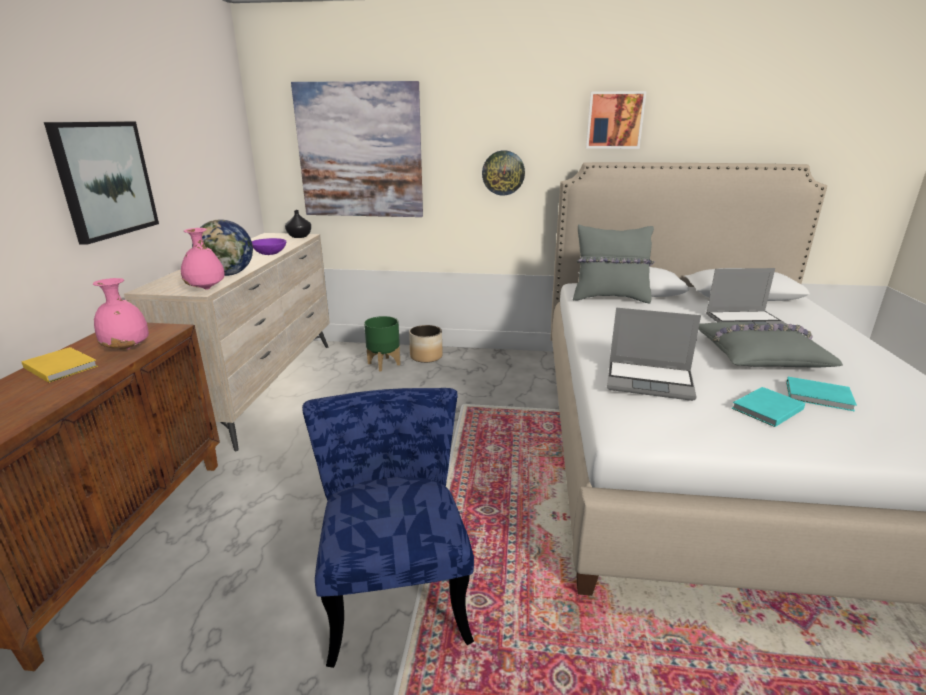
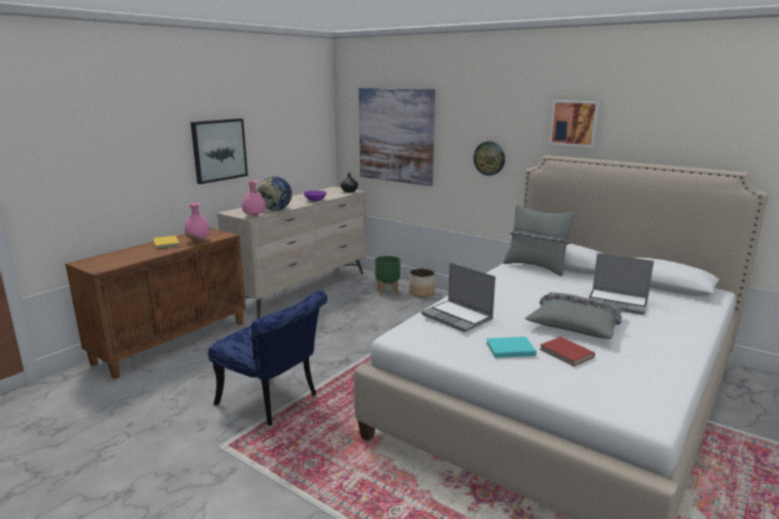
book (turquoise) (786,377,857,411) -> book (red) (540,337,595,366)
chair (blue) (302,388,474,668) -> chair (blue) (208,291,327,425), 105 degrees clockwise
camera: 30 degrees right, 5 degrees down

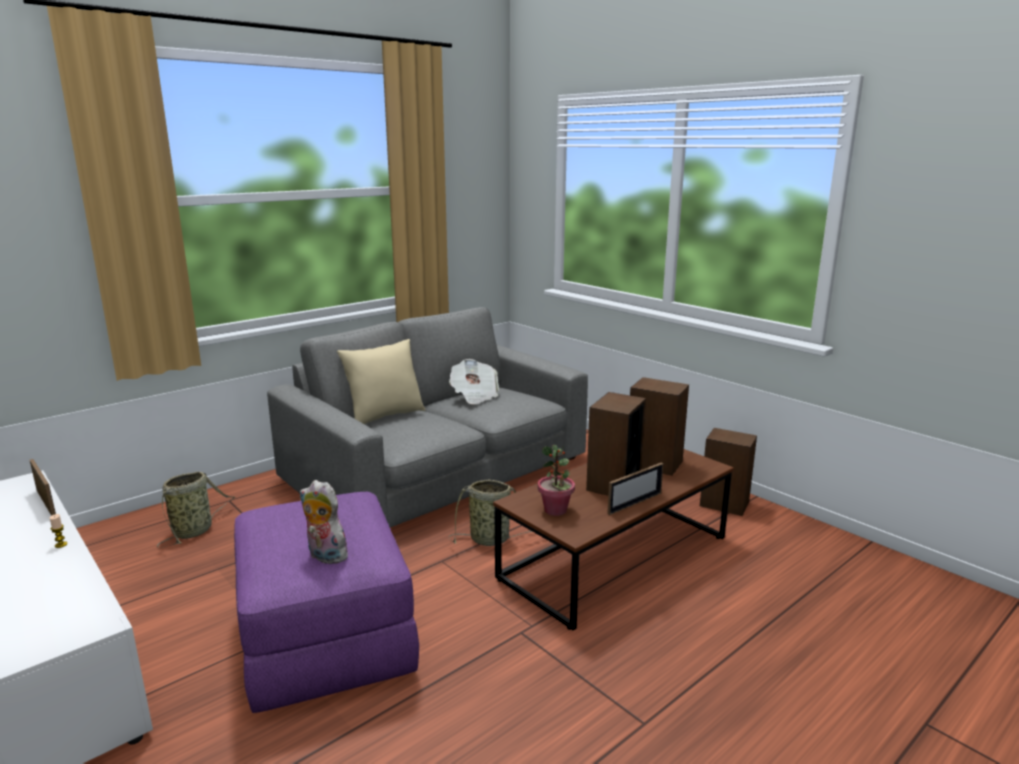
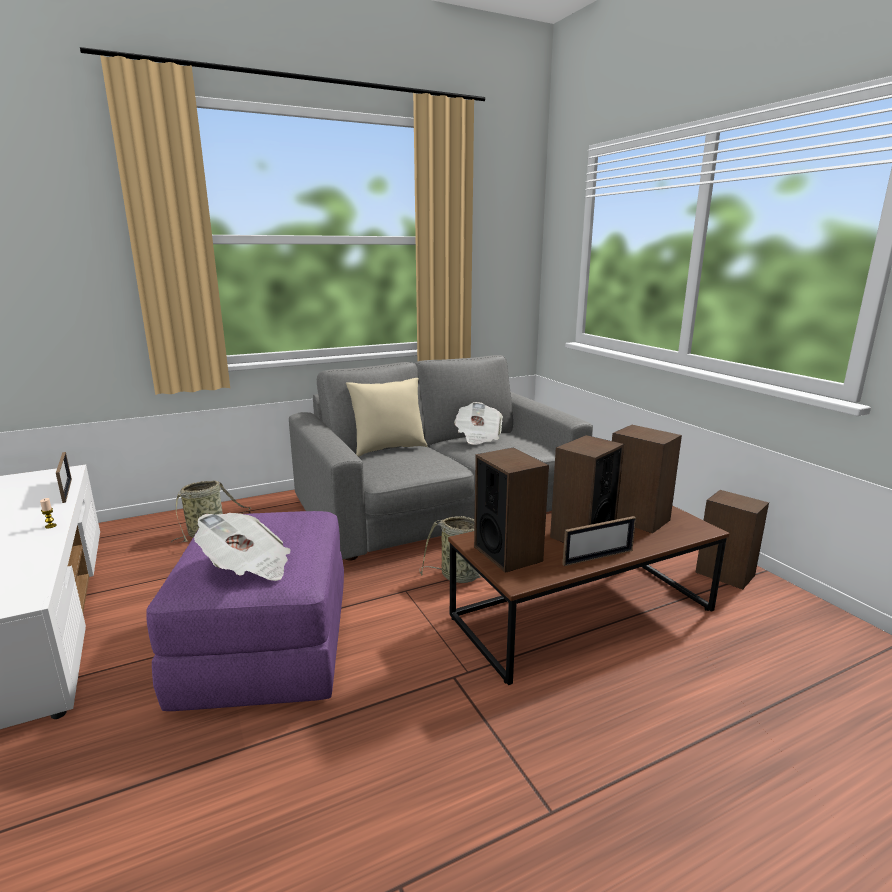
plush toy (300,480,348,564) -> newspaper (194,513,290,581)
potted plant (537,445,575,516) -> speaker (474,447,549,573)
camera: 15 degrees right, 0 degrees up

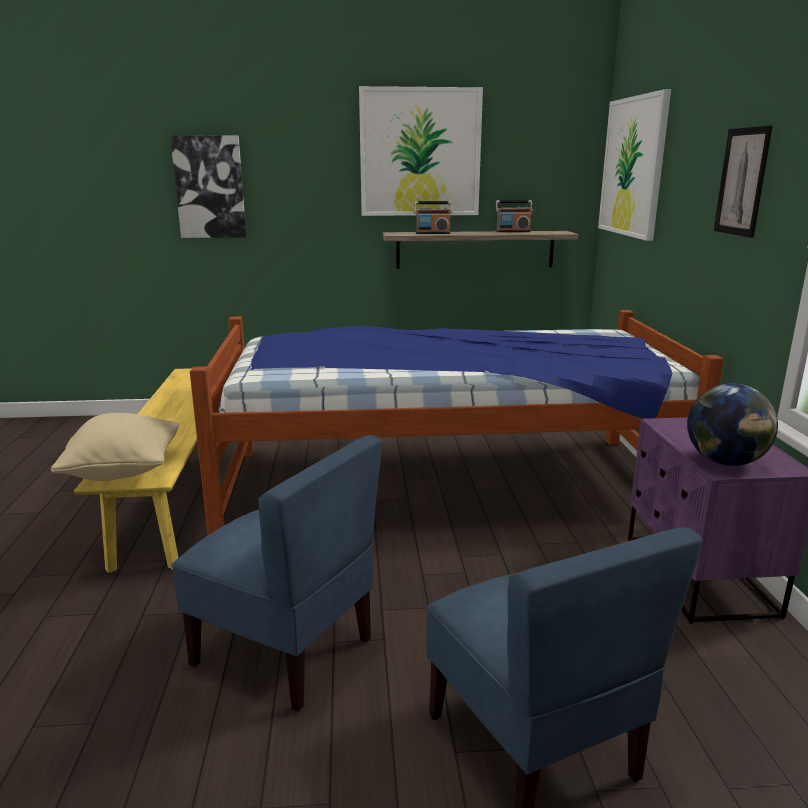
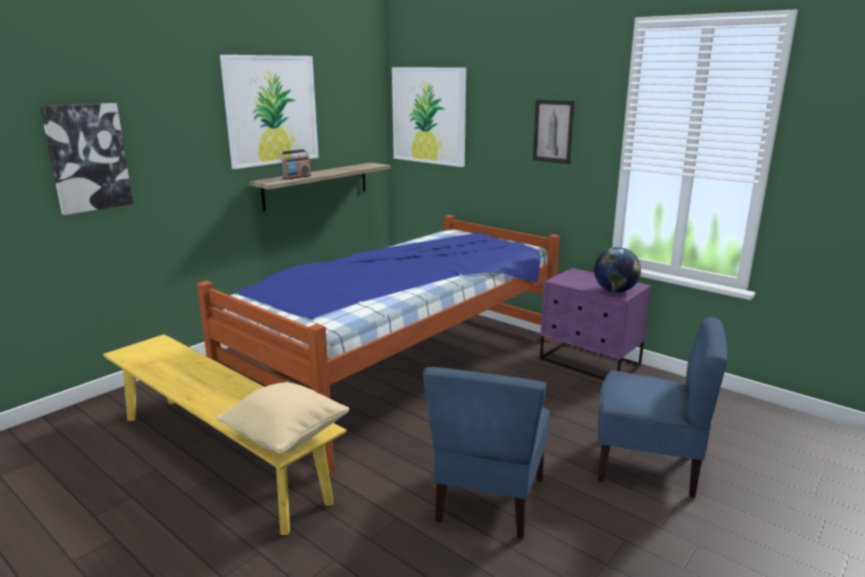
radio (496,200,533,232) -> none
chair (blue) (172,435,382,712) -> chair (blue) (423,367,550,539), 120 degrees clockwise
camera: 45 degrees left, 0 degrees up

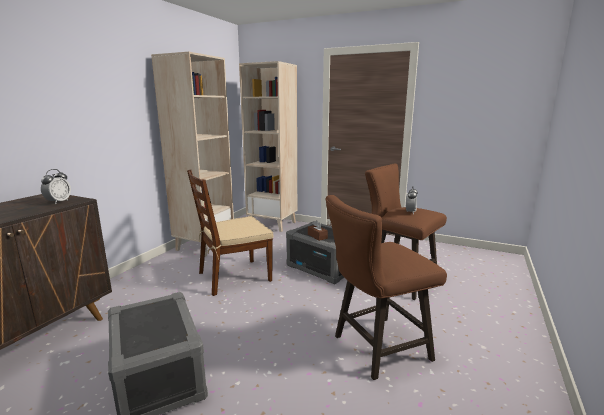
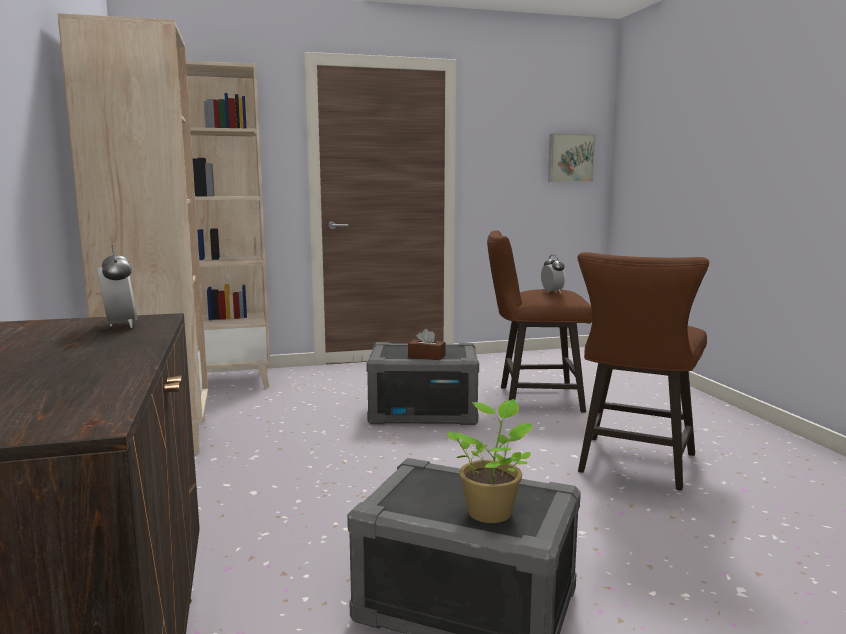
chair (brown) (187,170,274,296) -> none
none -> potted plant (445,399,533,523)
none -> picture (548,133,595,182)
camera: 40 degrees left, 5 degrees down

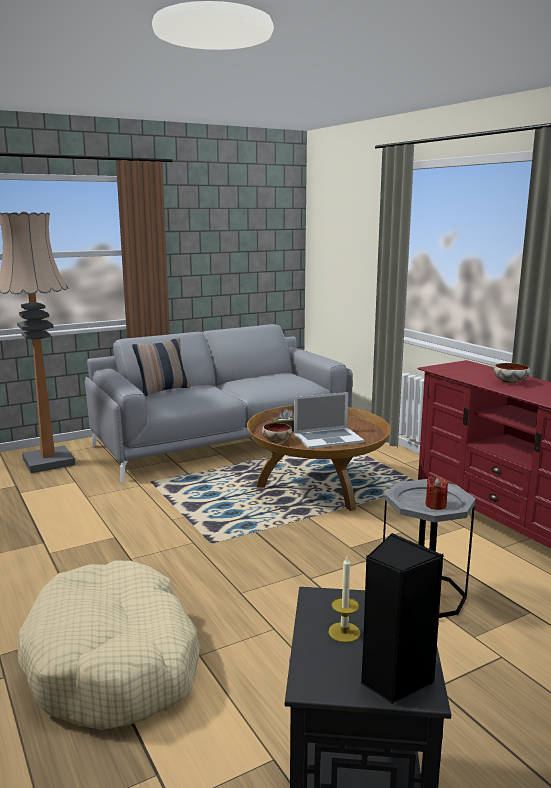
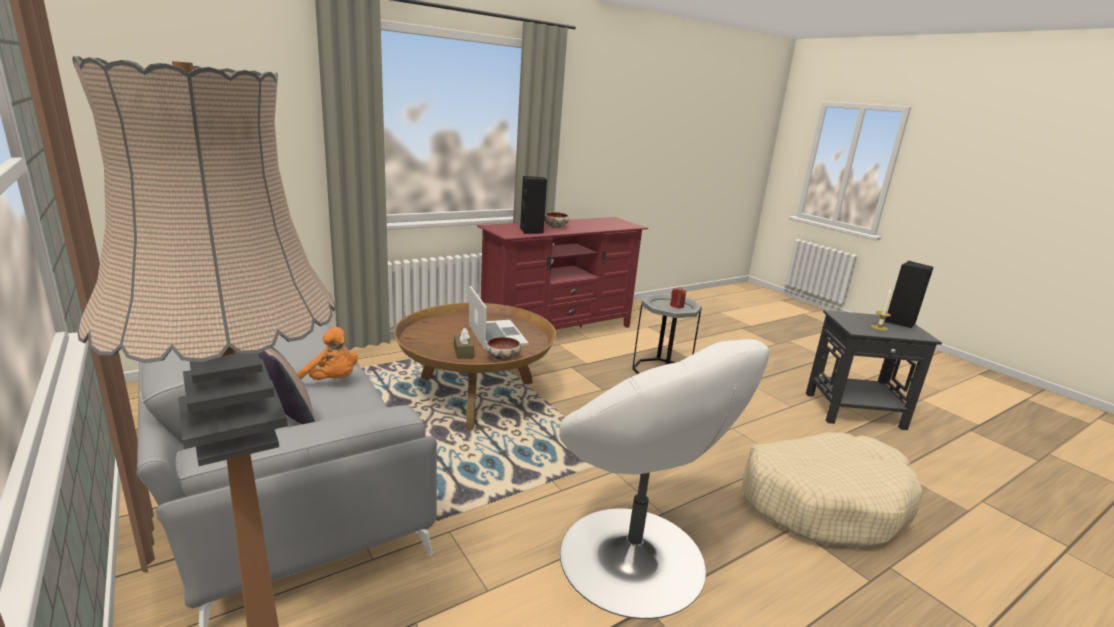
none -> plush toy (orange) (297,327,358,380)
none -> speaker (black) (520,176,547,234)
none -> armchair (white) (559,339,769,619)
camera: 95 degrees left, 5 degrees up

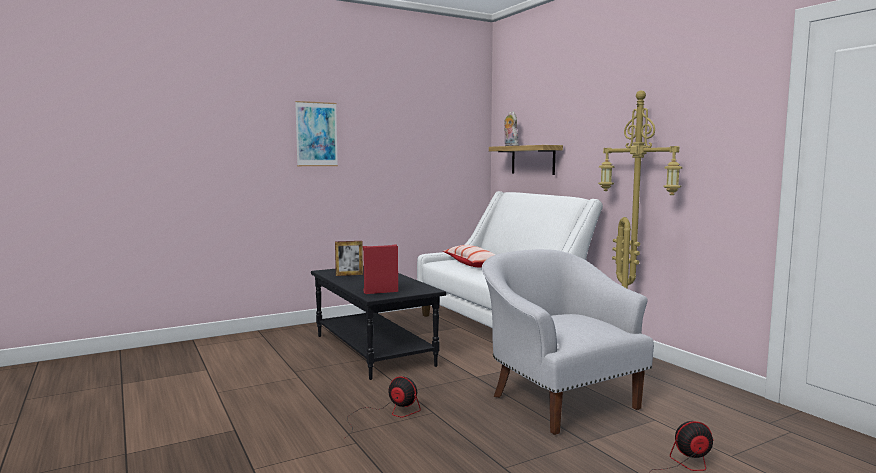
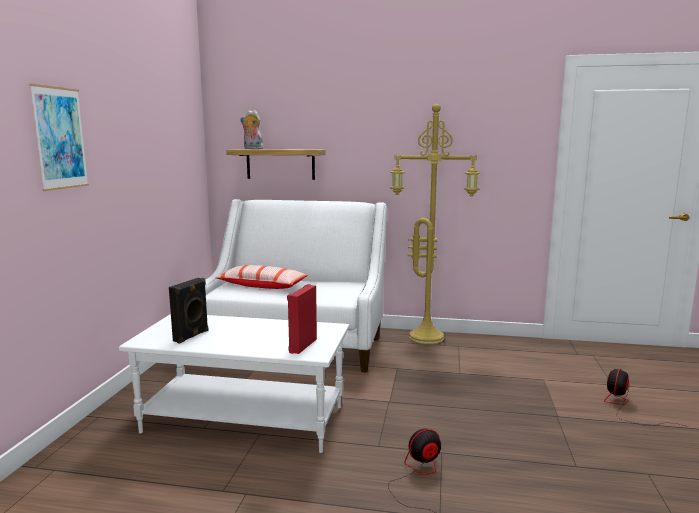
armchair (white) (482,249,654,435) -> none
picture frame (335,241,363,276) -> speaker (black) (169,278,208,344)
coffee table (black) (311,266,446,380) -> coffee table (white) (119,314,349,453)
camera: 50 degrees left, 5 degrees up

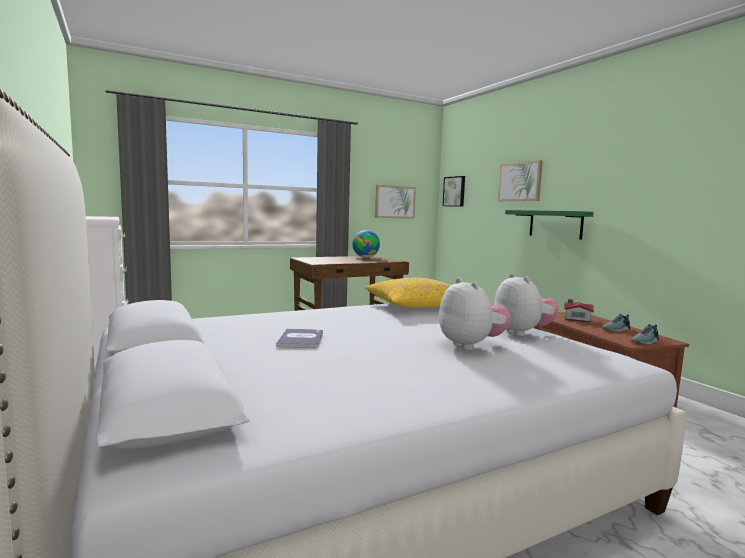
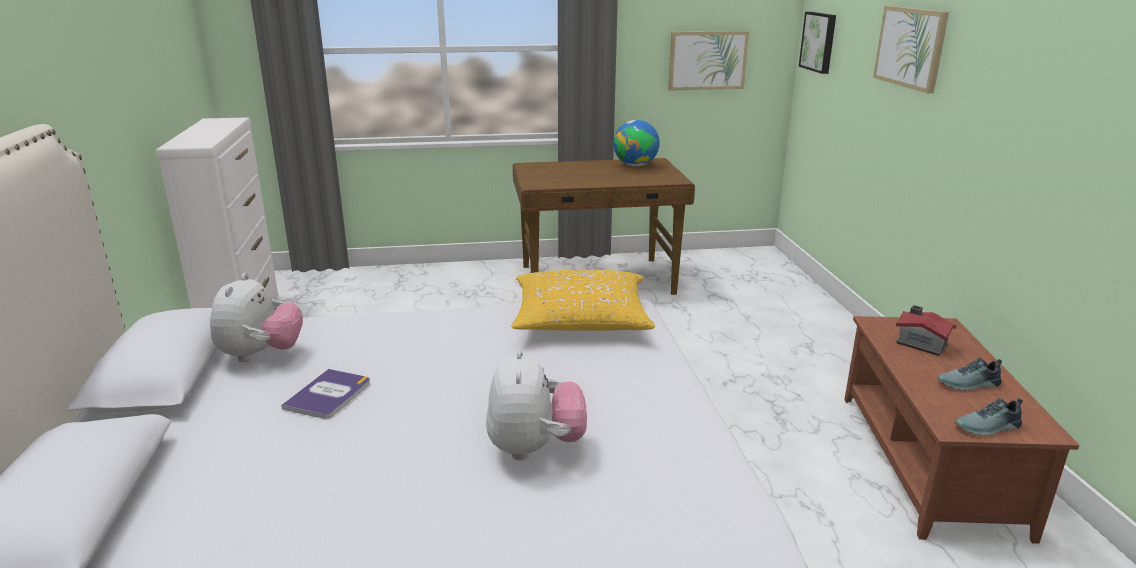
shelf (green) (505,210,594,239) -> none
plush toy (494,273,559,336) -> plush toy (210,273,303,362), relocated
camera: 20 degrees right, 15 degrees up

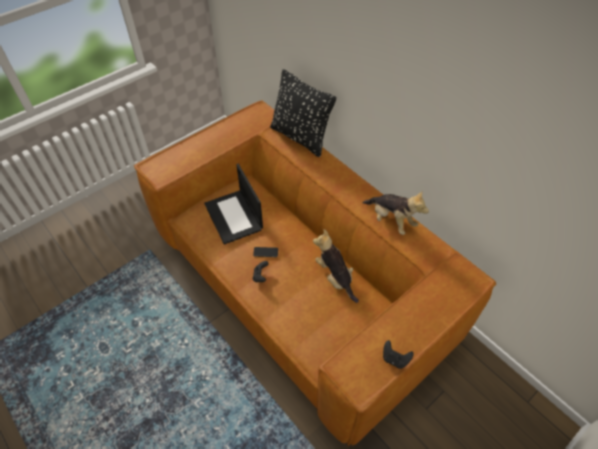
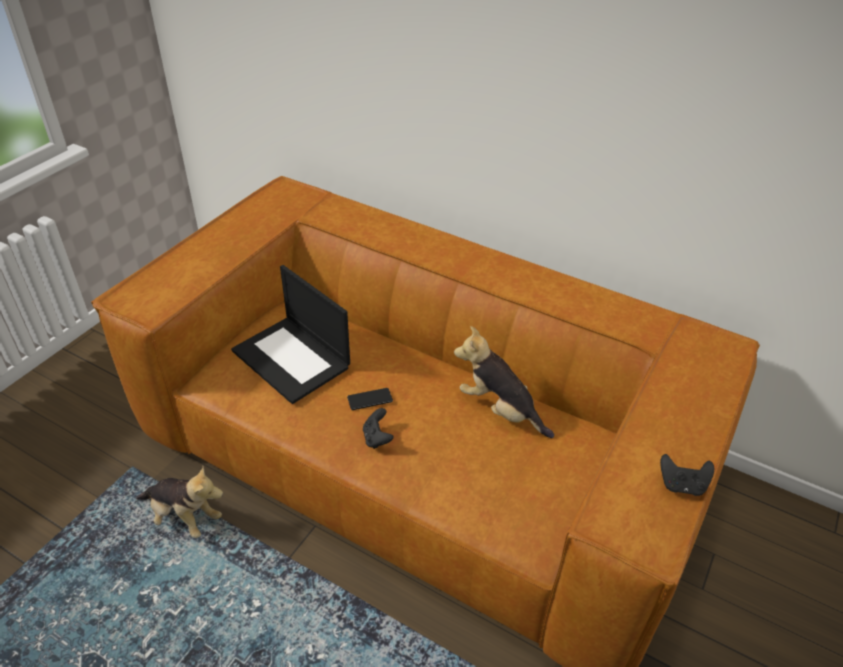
pillow (black) (270,69,336,157) -> none
plush toy (362,191,429,235) -> plush toy (136,466,223,538), relocated
camera: 20 degrees left, 10 degrees down

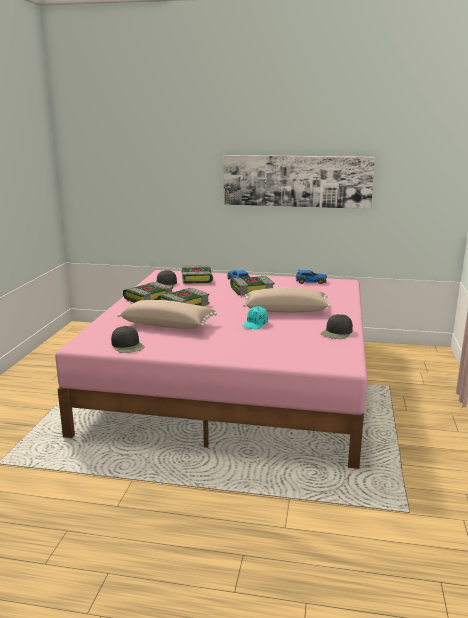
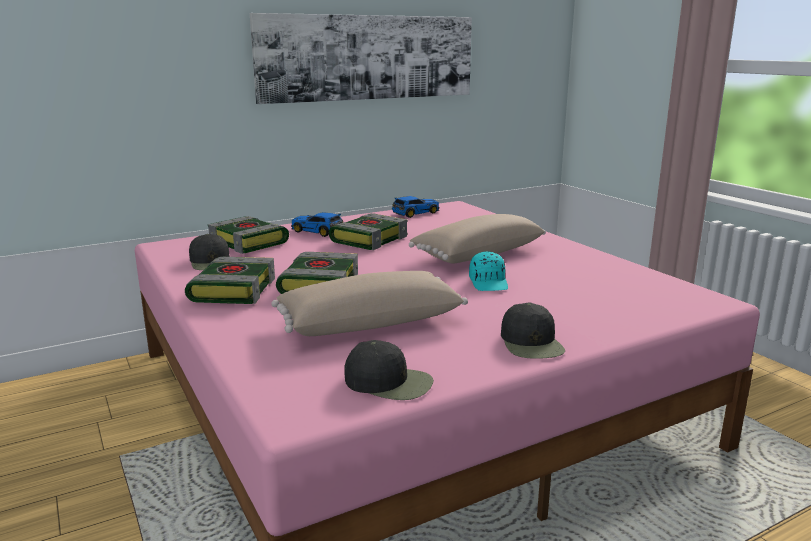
cap (black) (321,314,353,339) -> cap (black) (501,302,565,359), relocated
camera: 40 degrees left, 0 degrees up

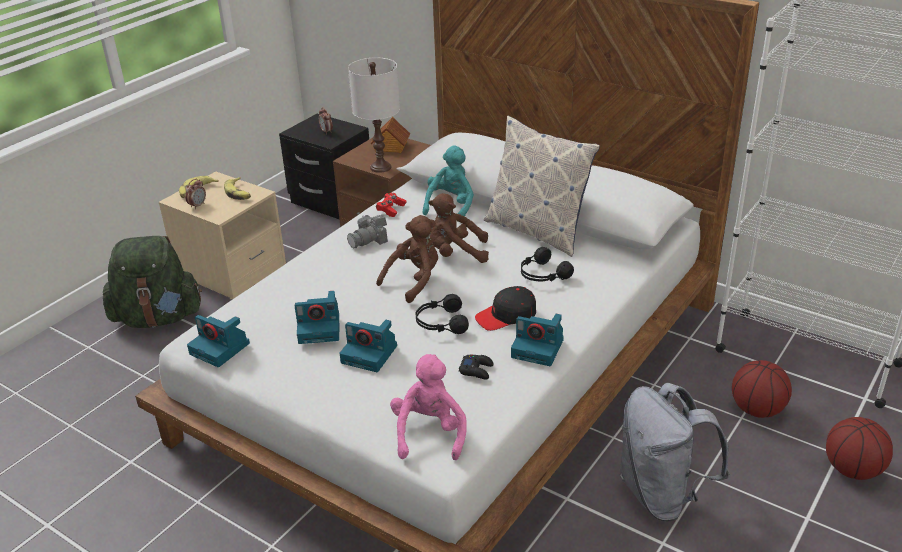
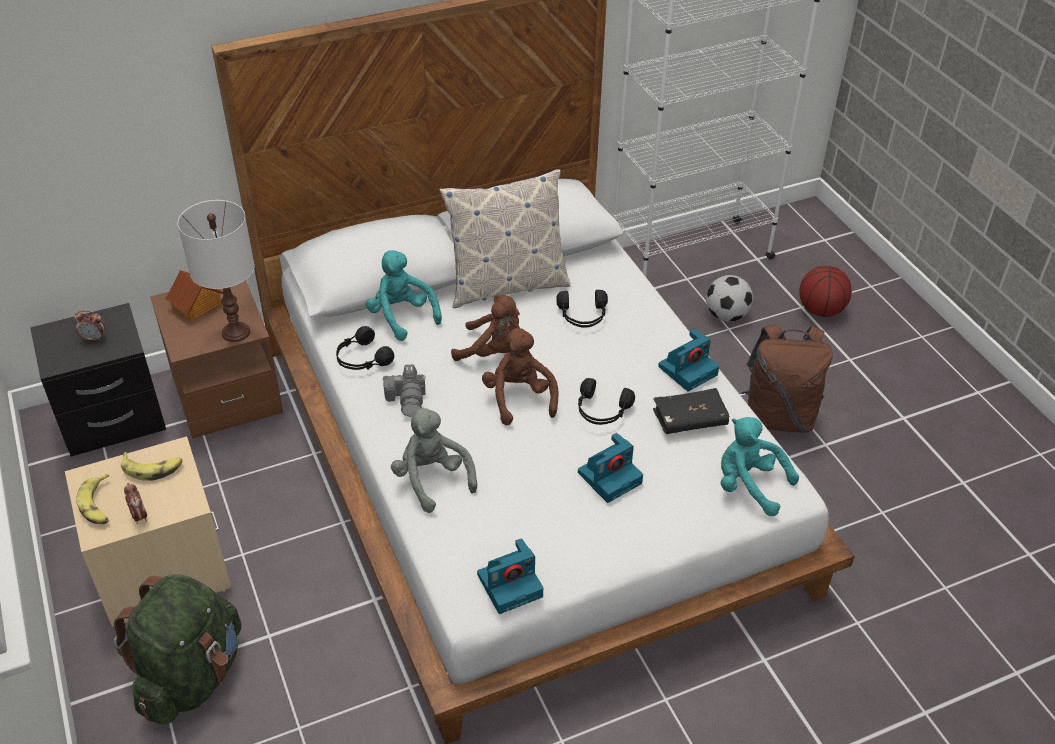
photo camera (295,291,339,344) -> none
cap (black) (475,286,536,331) -> none
none -> plush toy (grey) (391,407,477,513)
game controller (red) (376,193,407,217) -> headphones (black) (336,326,394,370)
game controller (black) (459,355,494,379) -> book (black) (653,388,729,434)
basketball (732,360,792,418) -> football (706,275,753,322)
plush toy (pink) (390,354,467,460) -> plush toy (turquoise) (721,417,799,516)
backpack (grey) (620,383,729,521) -> backpack (brown) (741,324,833,433)
plush toy (brown) (428,193,489,263) -> plush toy (brown) (451,295,520,361), 105 degrees counterclockwise
camera: 60 degrees left, 10 degrees up

